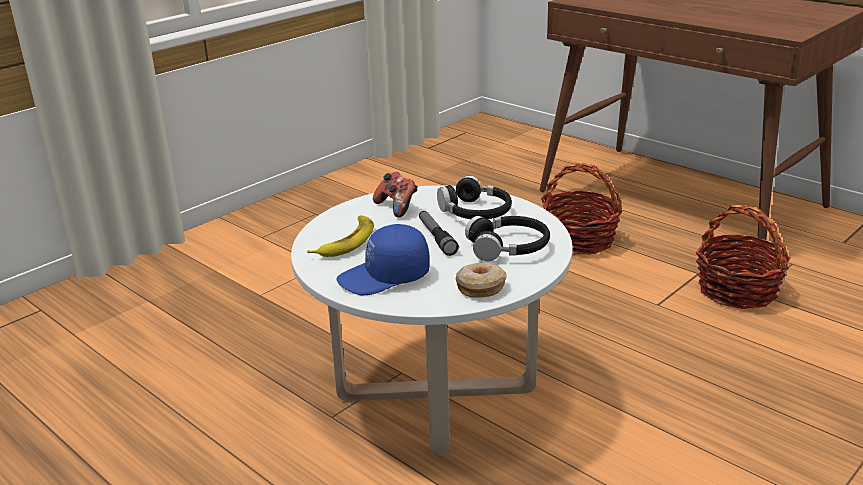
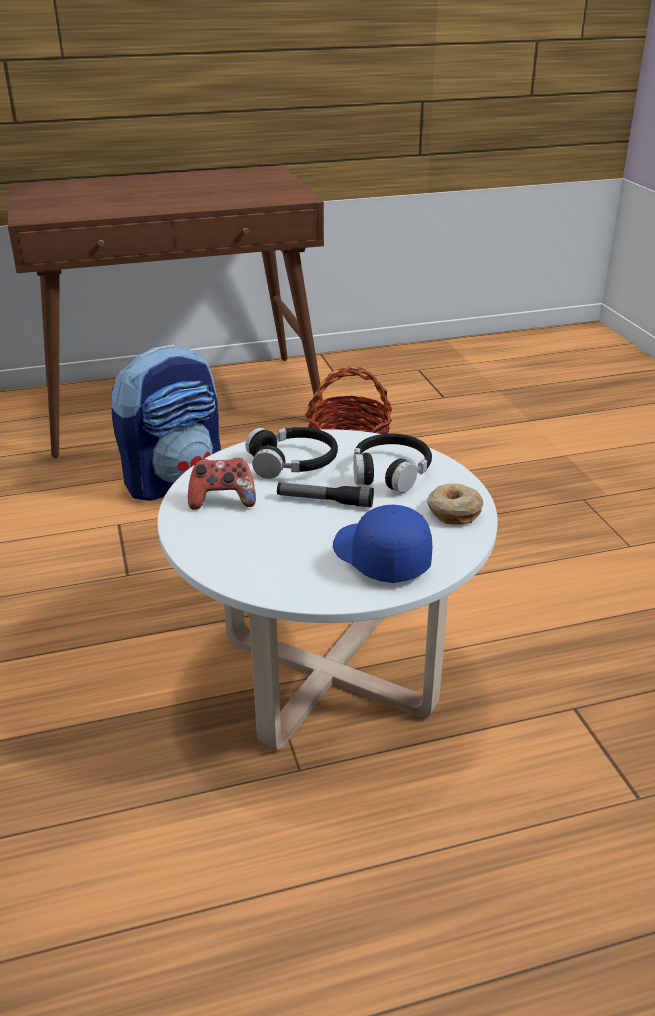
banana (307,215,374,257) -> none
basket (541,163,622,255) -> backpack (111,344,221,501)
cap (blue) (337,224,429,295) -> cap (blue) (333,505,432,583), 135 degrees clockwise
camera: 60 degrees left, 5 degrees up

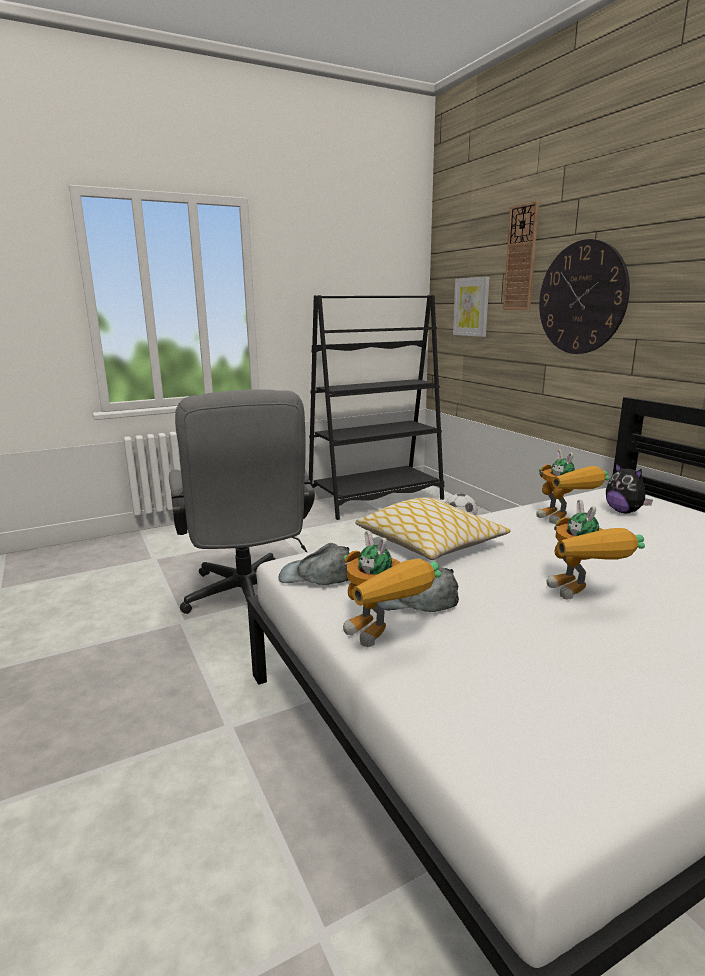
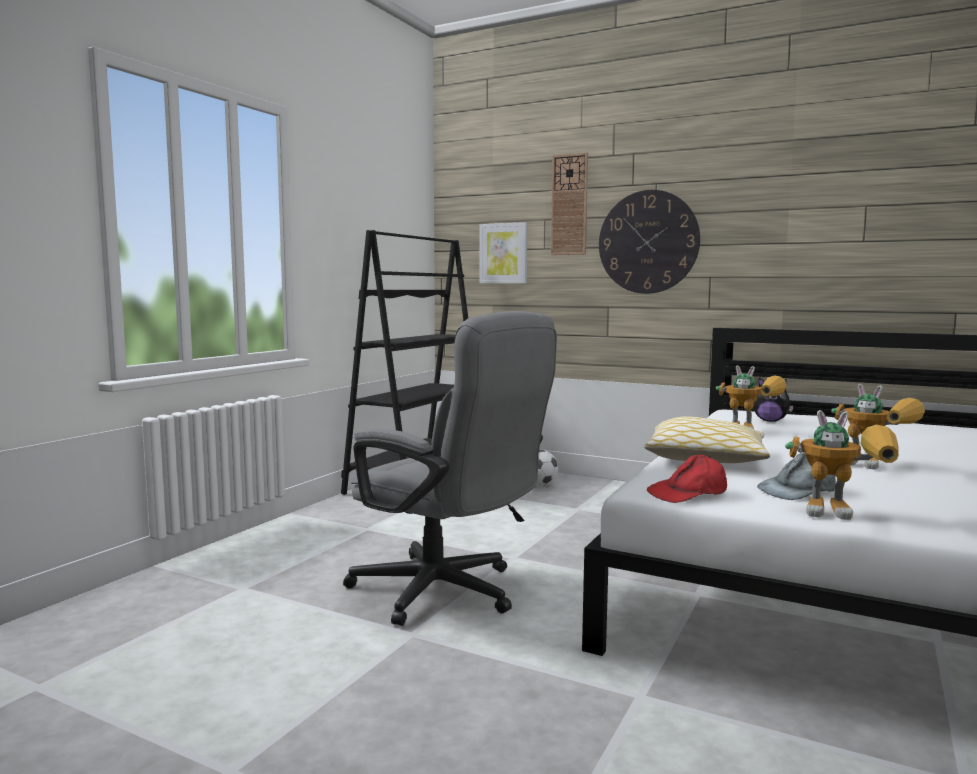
cap (grey) (278,543,350,585) -> cap (red) (647,455,727,503)
camera: 35 degrees left, 10 degrees down

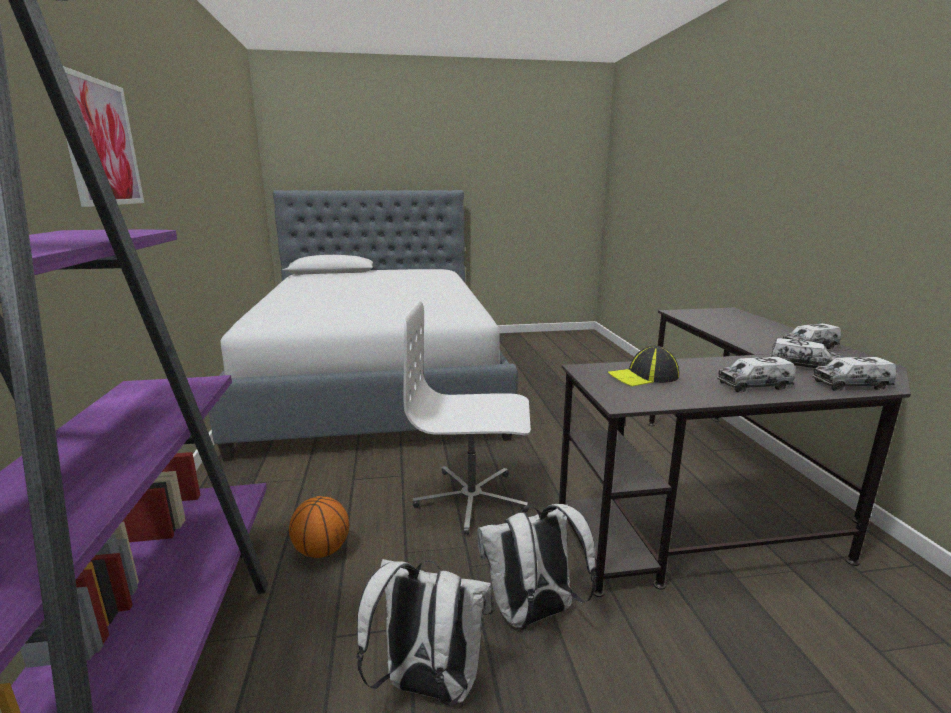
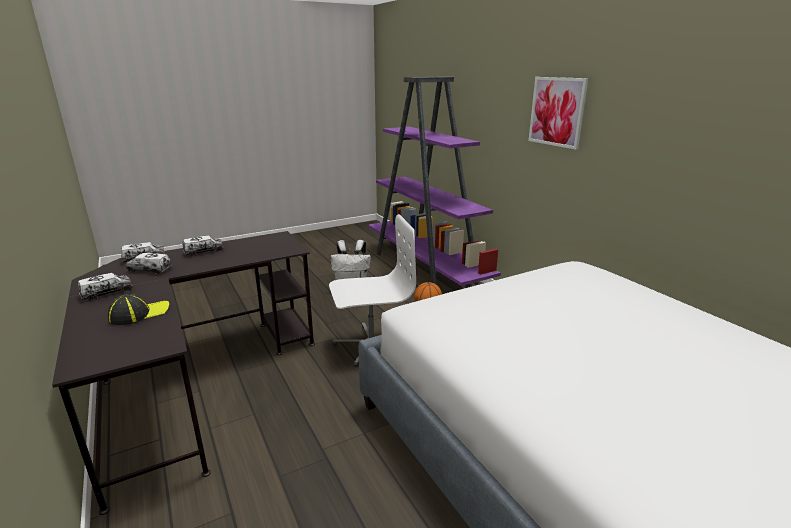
backpack (white) (477,504,596,630) -> none
cap (608,346,679,387) -> cap (108,294,169,325), relocated
camera: 160 degrees right, 5 degrees up

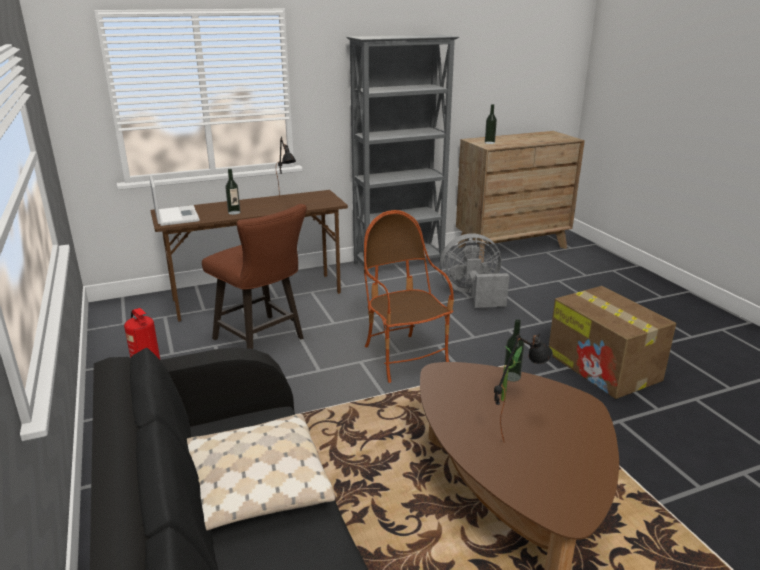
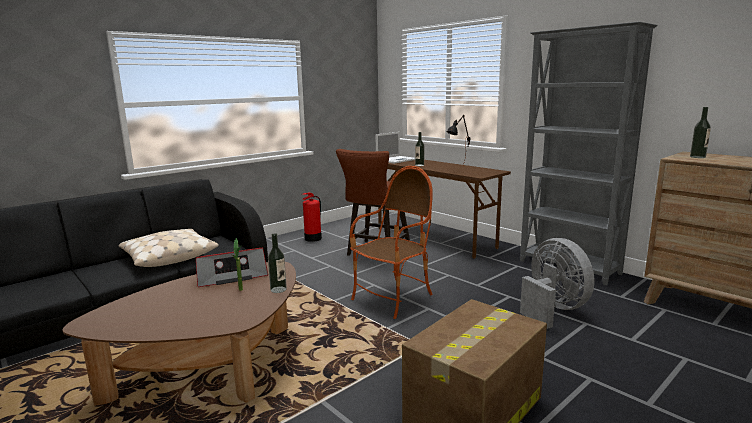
table lamp (black) (494,334,553,443) -> none
none -> radio (196,248,268,287)
camera: 70 degrees right, 10 degrees down

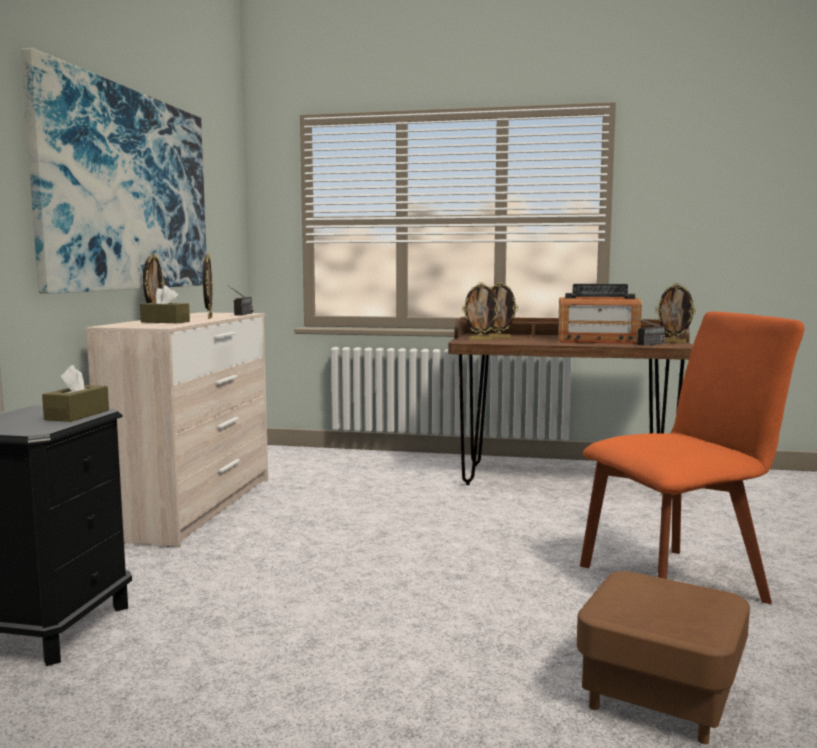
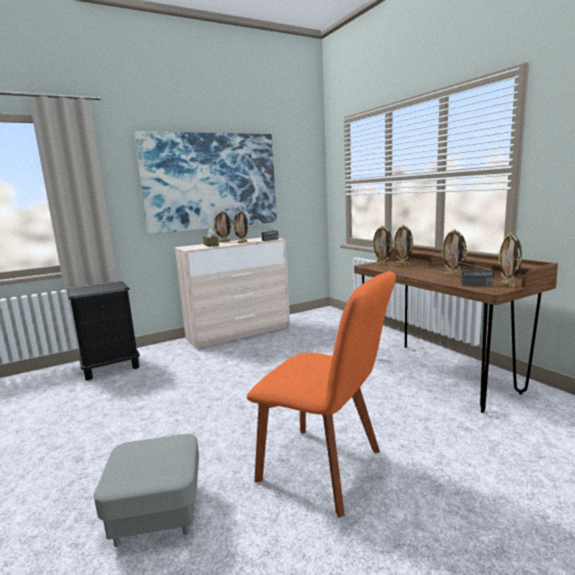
tissue box (brown) (42,365,109,422) -> none
radio (558,284,642,344) -> picture frame (441,229,467,277)
ottoman (brown) (577,571,750,744) -> ottoman (grey) (94,434,199,547)
camera: 50 degrees right, 5 degrees up

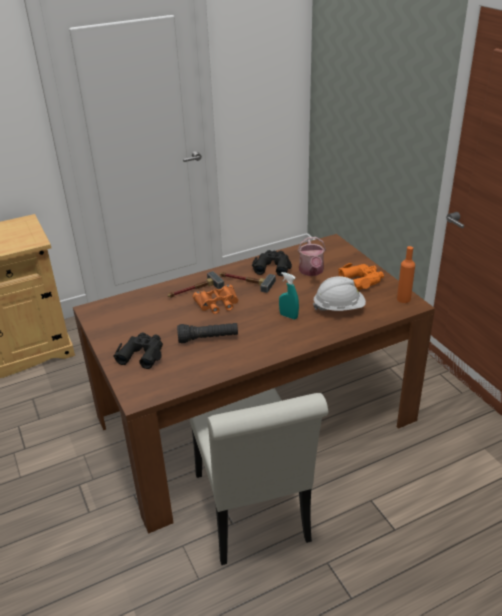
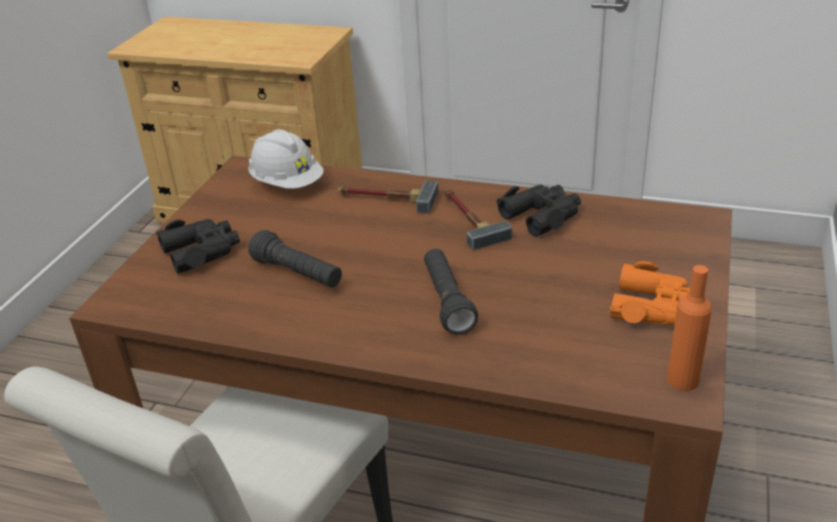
binoculars (orange) (193,285,238,314) -> none
watering can (298,237,326,276) -> none
hard hat (white) (313,276,366,311) -> hard hat (white) (248,129,324,189), relocated
spray bottle (turquoise) (279,272,299,319) -> flashlight (black) (424,249,478,335)
camera: 45 degrees right, 0 degrees up

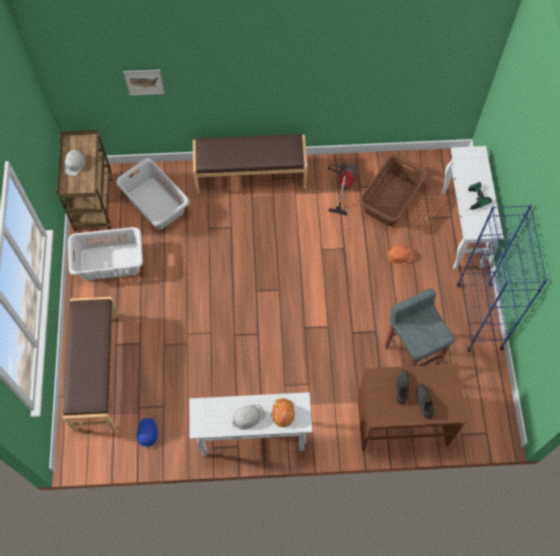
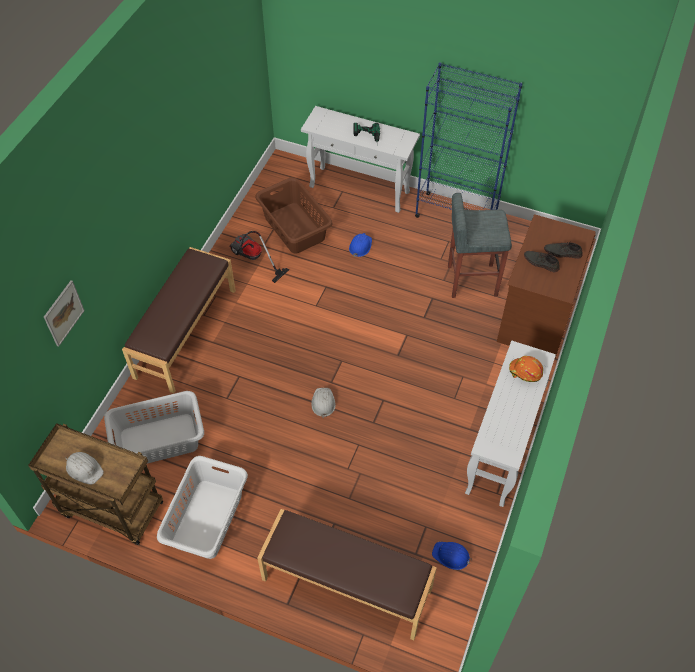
hard hat (white) (233,404,265,430) -> hard hat (white) (311,388,336,418), relocated
hard hat (orange) (386,246,414,264) -> hard hat (blue) (349,233,372,257)
camera: 65 degrees left, 10 degrees down

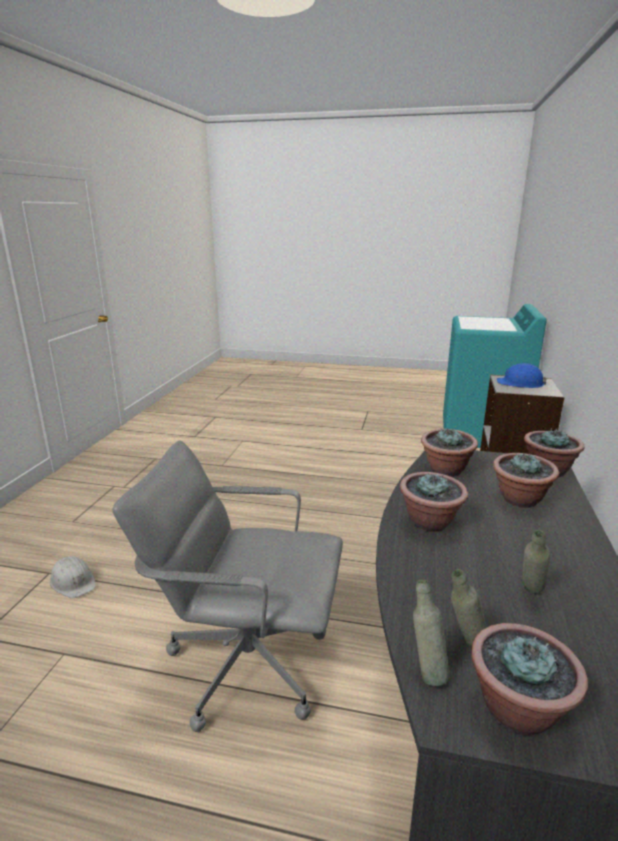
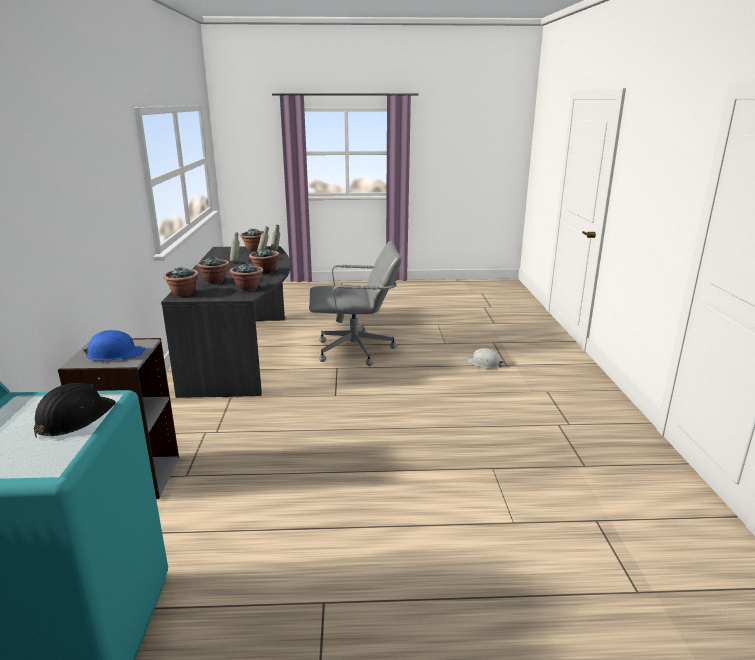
none -> hard hat (black) (34,383,116,438)
camera: 165 degrees right, 0 degrees up

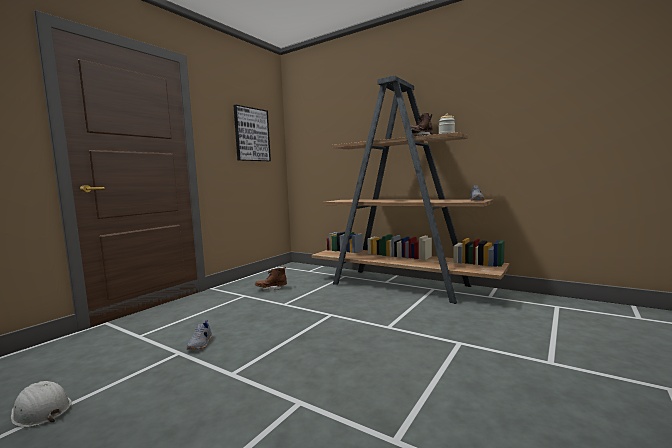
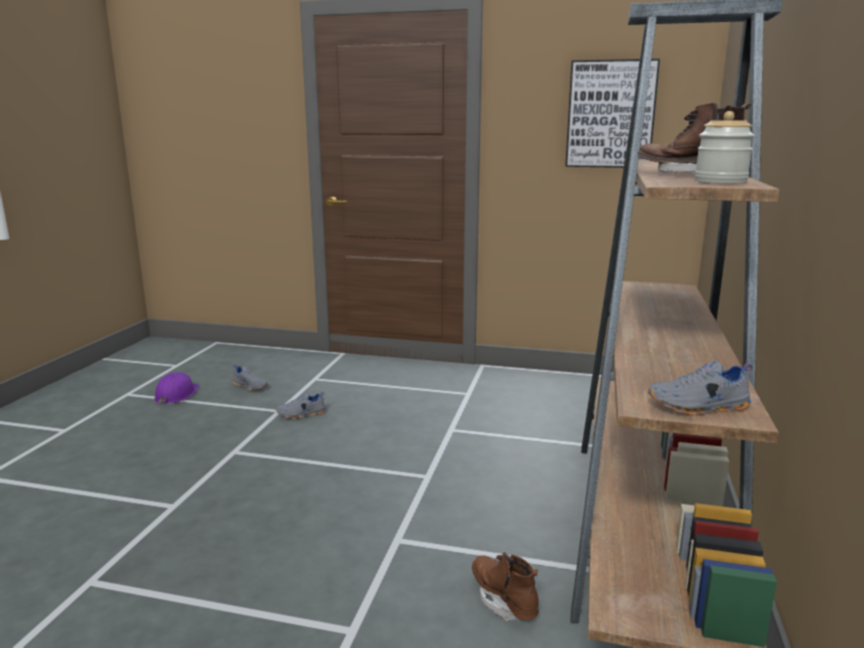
none -> shoe (grey) (232,365,268,391)
boot (brown) (255,267,287,290) -> boot (brown) (472,552,539,621), relocated
hard hat (white) (11,381,72,428) -> hard hat (purple) (154,372,199,405)
camera: 70 degrees right, 10 degrees up

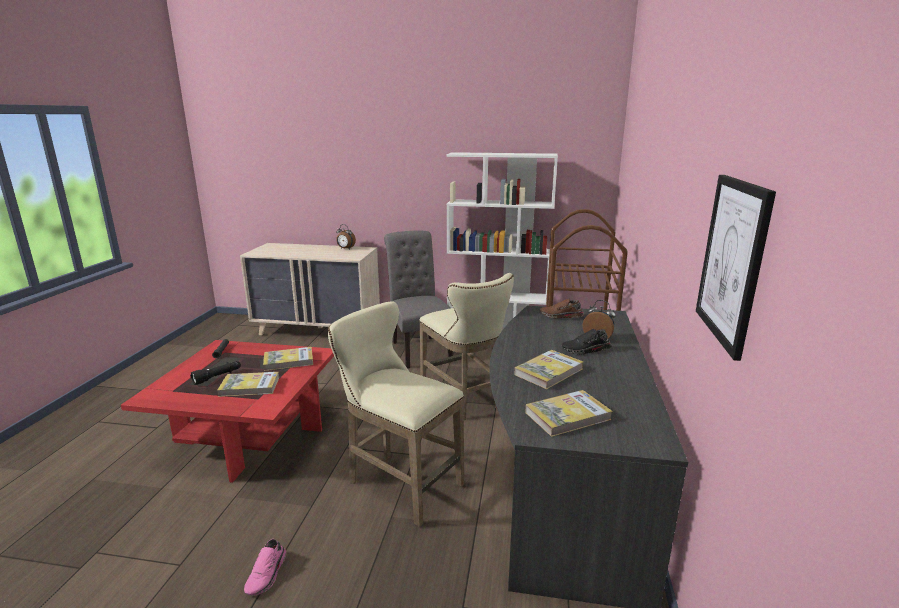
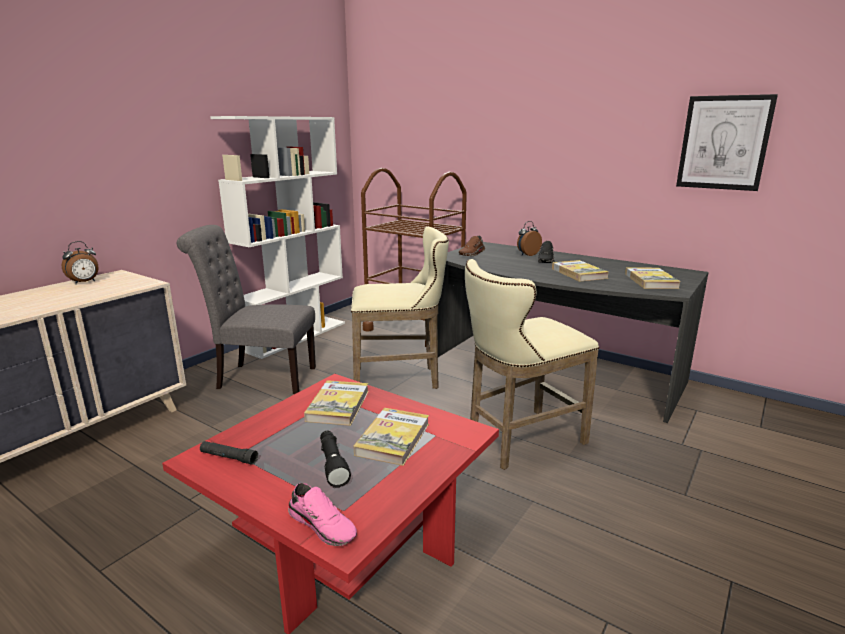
shoe (pink) (244,539,286,595) -> shoe (pink) (288,483,357,546), relocated
camera: 65 degrees left, 0 degrees up

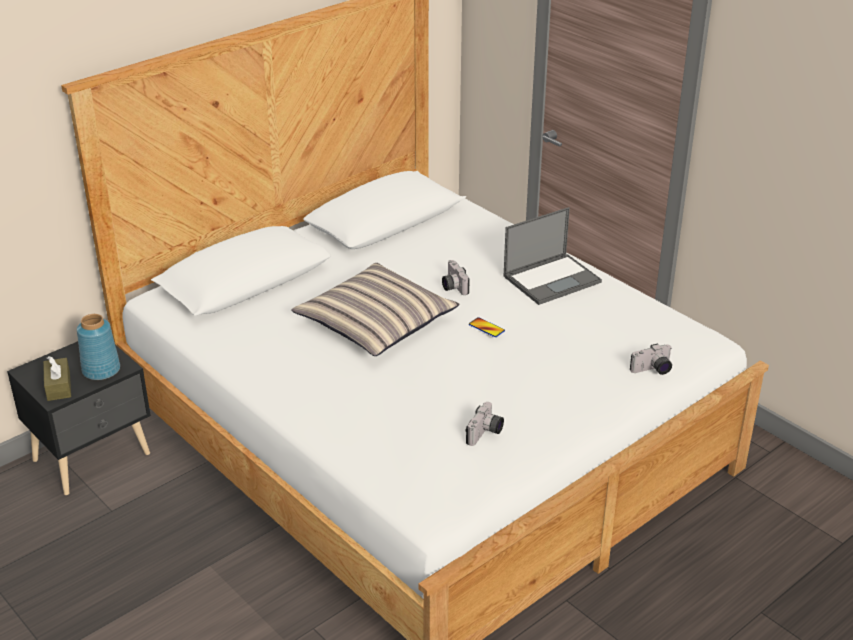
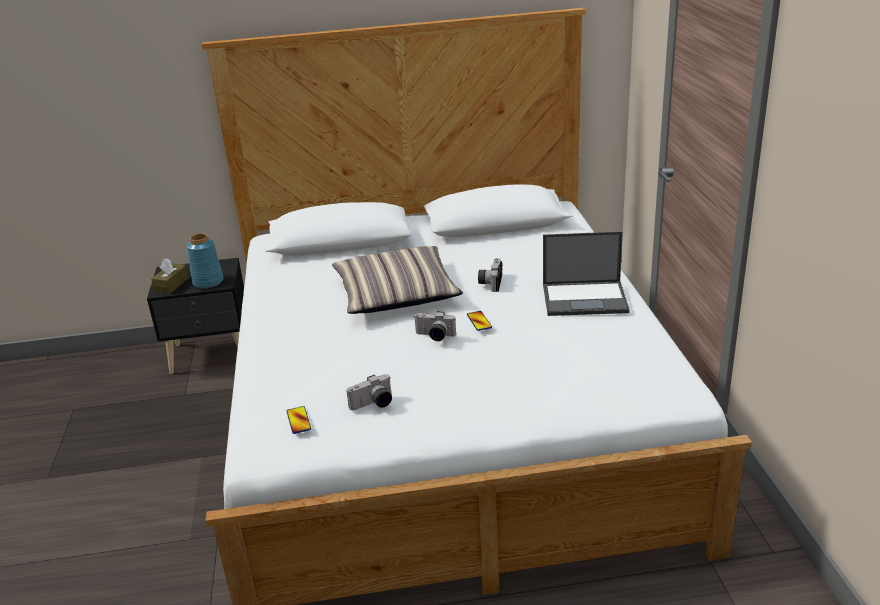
none -> phone (287,406,311,434)
photo camera (630,344,672,375) -> photo camera (414,312,456,341), relocated
camera: 35 degrees right, 5 degrees down

